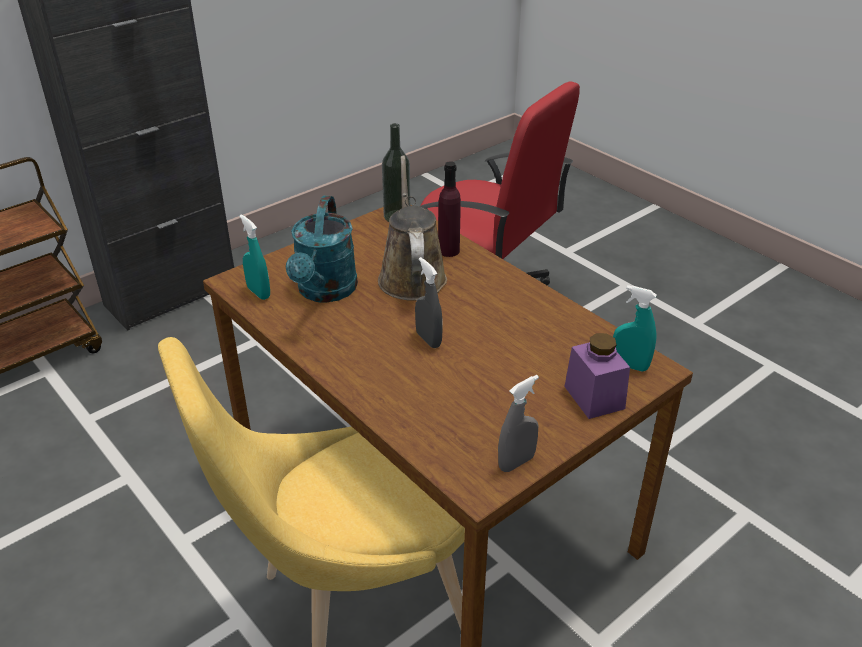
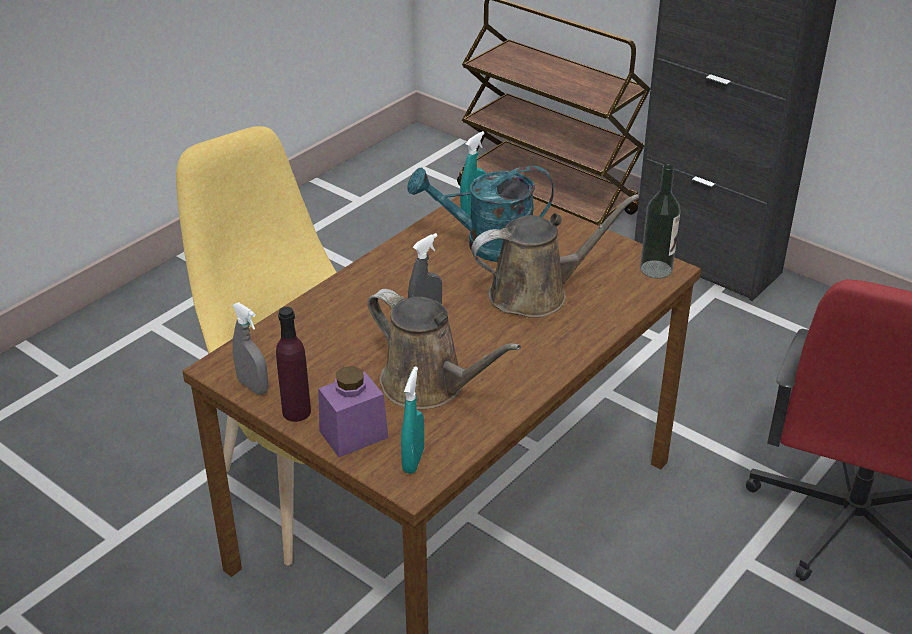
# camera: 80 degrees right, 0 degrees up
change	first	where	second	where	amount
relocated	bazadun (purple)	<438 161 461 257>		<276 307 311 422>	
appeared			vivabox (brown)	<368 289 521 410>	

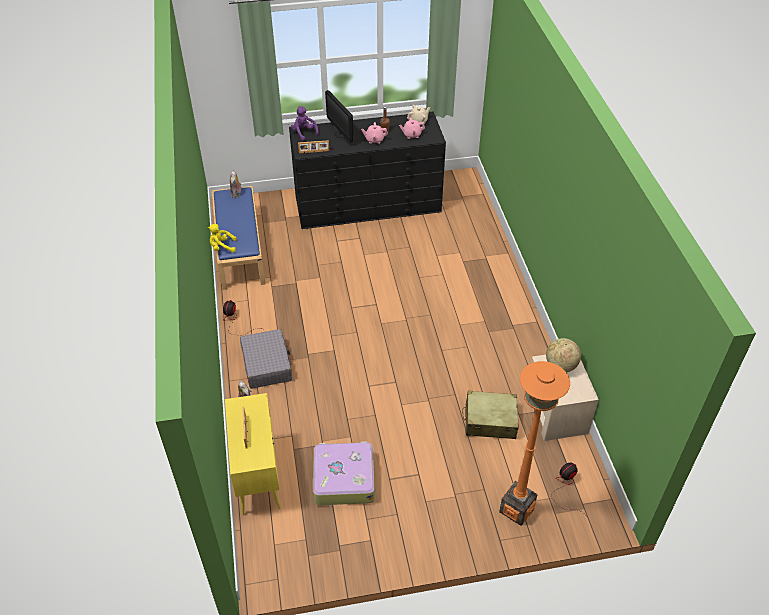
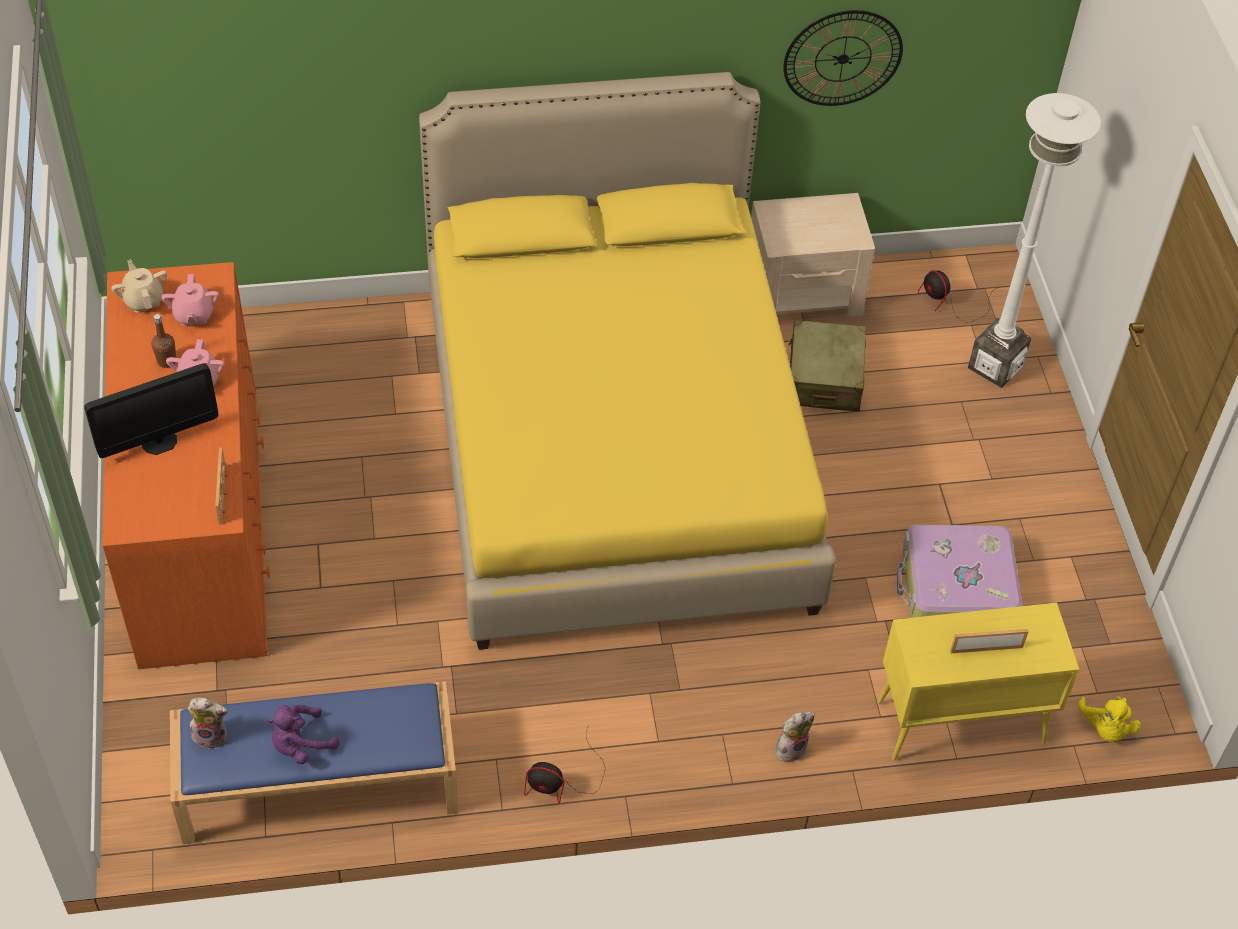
# camera: 90 degrees left, 5 degrees up
change	first	where	second	where	amount
colour	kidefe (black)	<289 112 446 229>	kidefe (orange)	<102 262 270 669>	
relocated	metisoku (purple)	<290 106 319 141>		<268 705 340 764>	
appeared			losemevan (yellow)	<419 72 836 650>	
appeared			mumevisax	<783 10 903 106>	
colour	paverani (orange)	<499 361 570 526>	paverani (white)	<968 93 1101 388>	
relocated	metisoku (yellow)	<208 224 237 253>		<1078 696 1141 742>	
missing	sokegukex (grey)	<240 329 292 389>			
missing	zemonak	<546 338 581 372>			

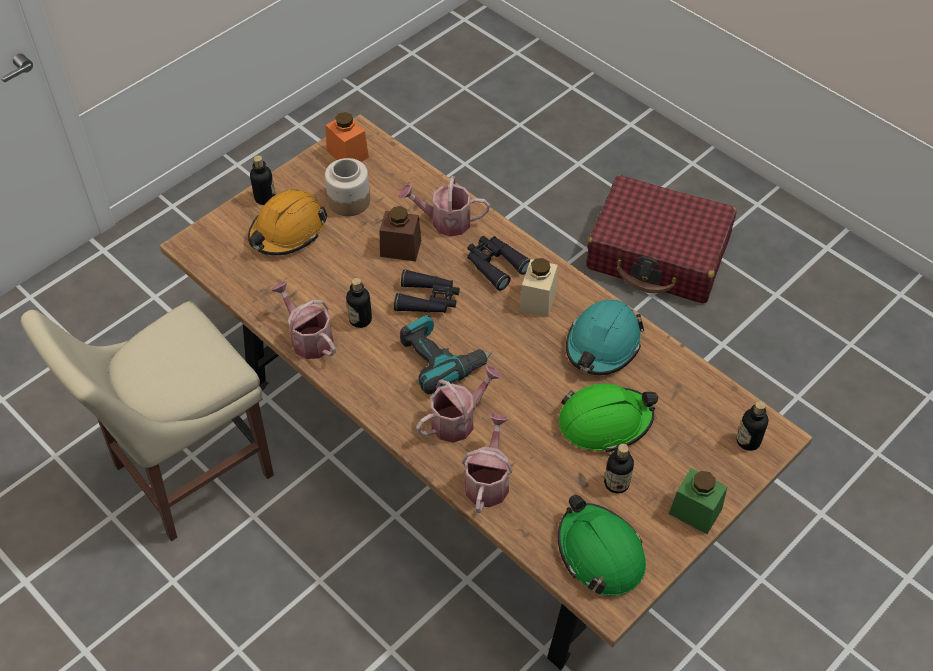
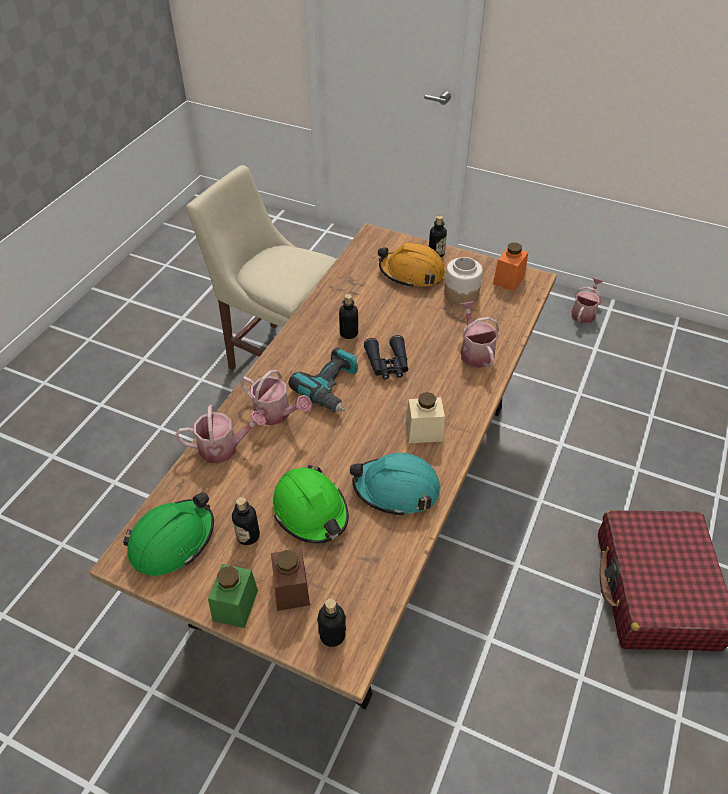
# camera: 70 degrees right, 5 degrees down
change	first	where	second	where	amount
relocated	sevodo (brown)	<380 206 421 261>		<271 549 310 611>	
relocated	vivabox	<271 281 336 359>		<571 278 603 324>	
missing	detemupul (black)	<467 236 530 291>			

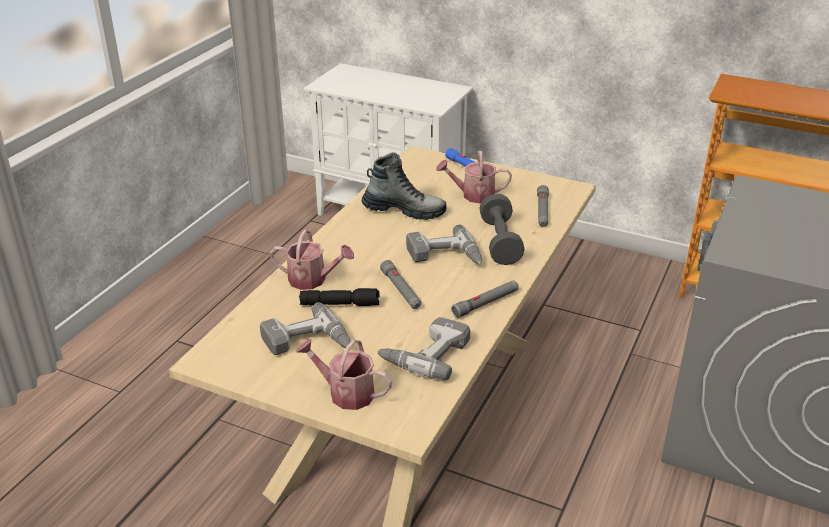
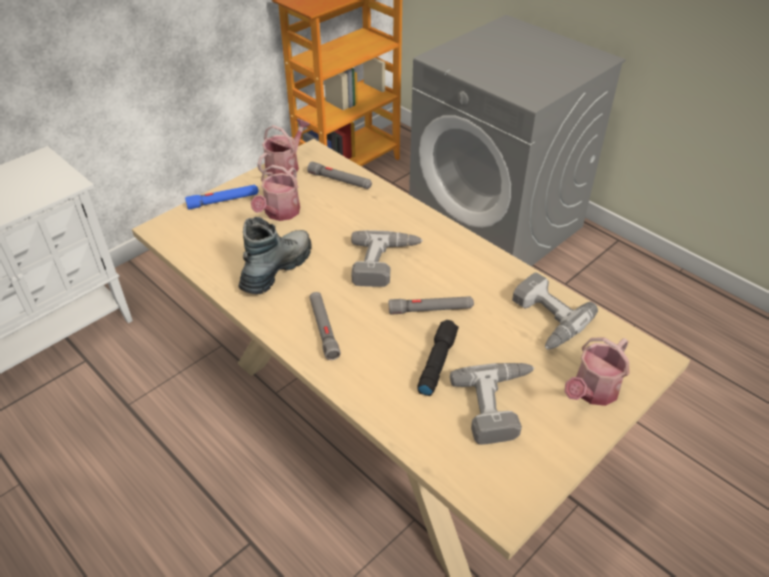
# camera: 70 degrees left, 10 degrees up
change	first	where	second	where	amount
relocated	vivabox	<270 230 354 290>		<257 119 310 176>	
relocated	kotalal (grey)	<451 280 518 318>		<309 292 341 360>	
missing	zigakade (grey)	<479 194 524 265>			

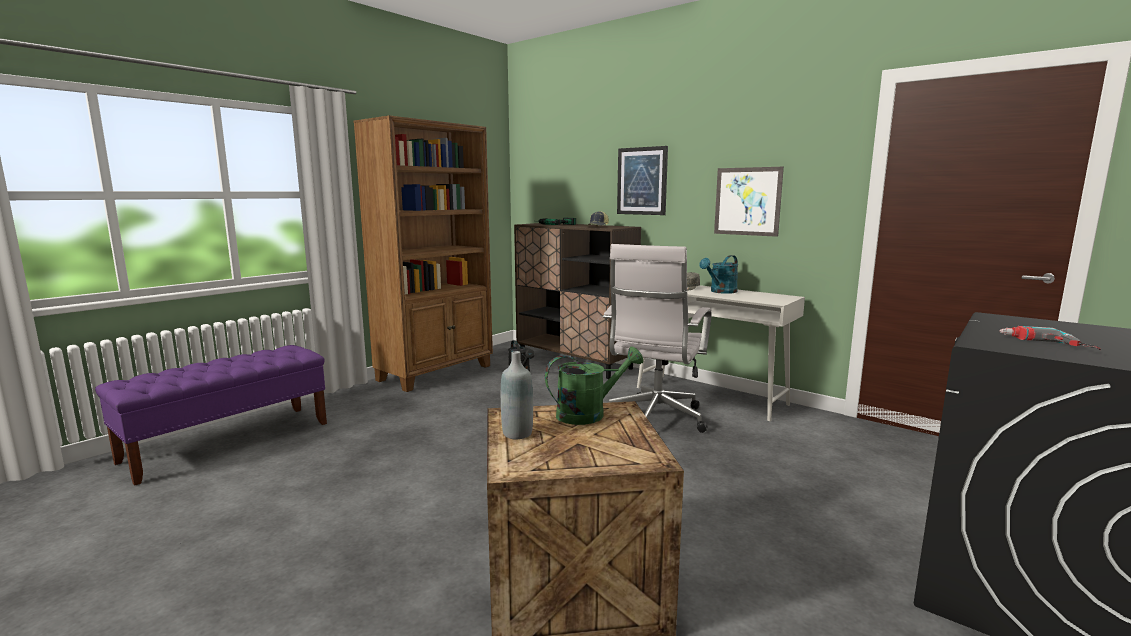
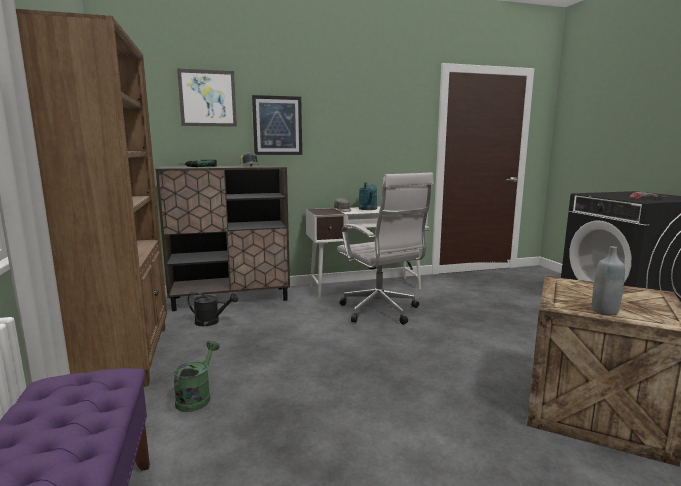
# camera: 55 degrees left, 0 degrees up
change	first	where	second	where	amount
relocated	vivabox (green)	<545 347 643 425>		<173 341 220 412>	
relocated	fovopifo	<714 167 784 237>		<177 68 237 127>	

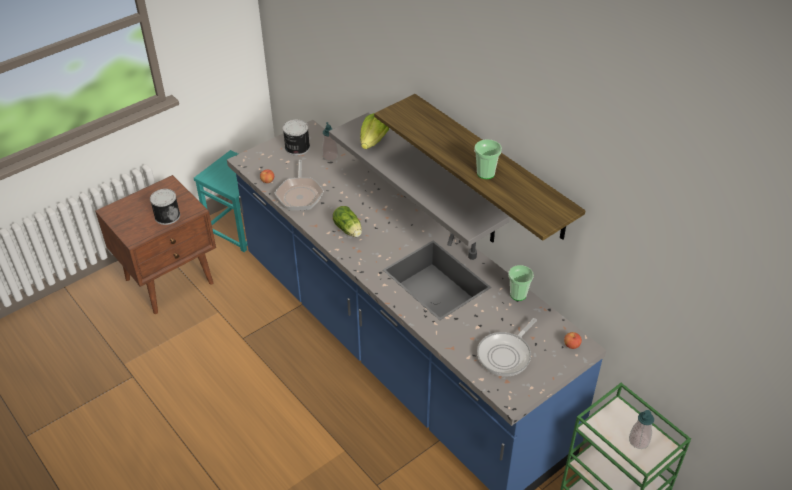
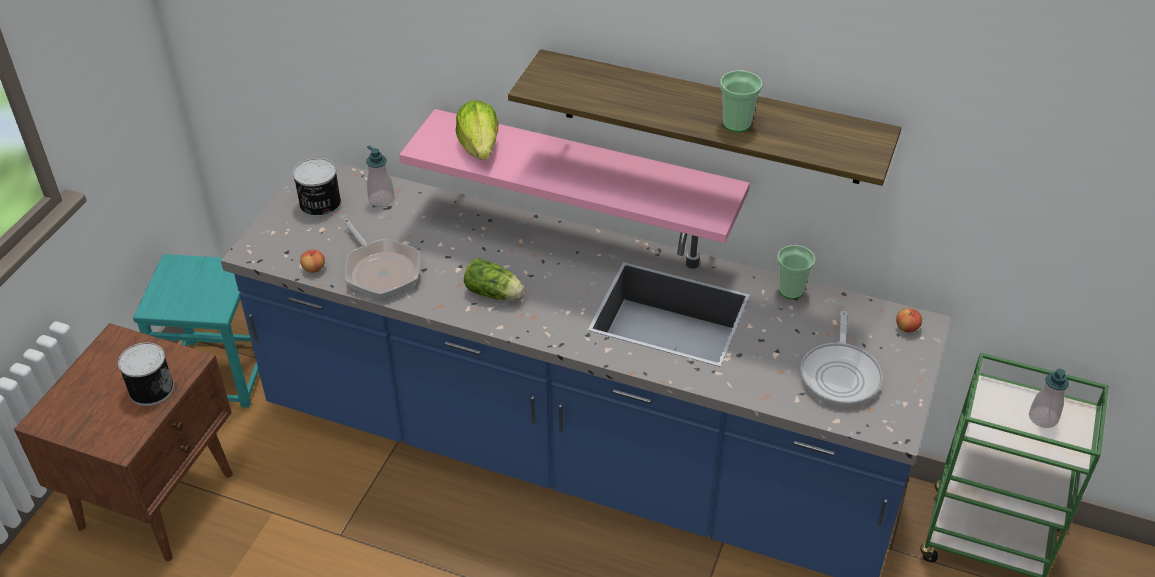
# camera: 30 degrees left, 0 degrees up
change	first	where	second	where	amount
colour	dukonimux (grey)	<329 113 510 246>	dukonimux (pink)	<399 109 750 243>	

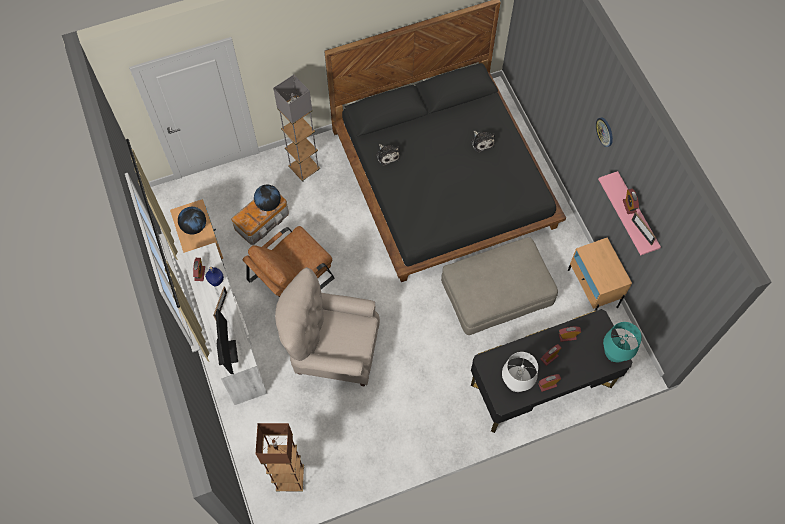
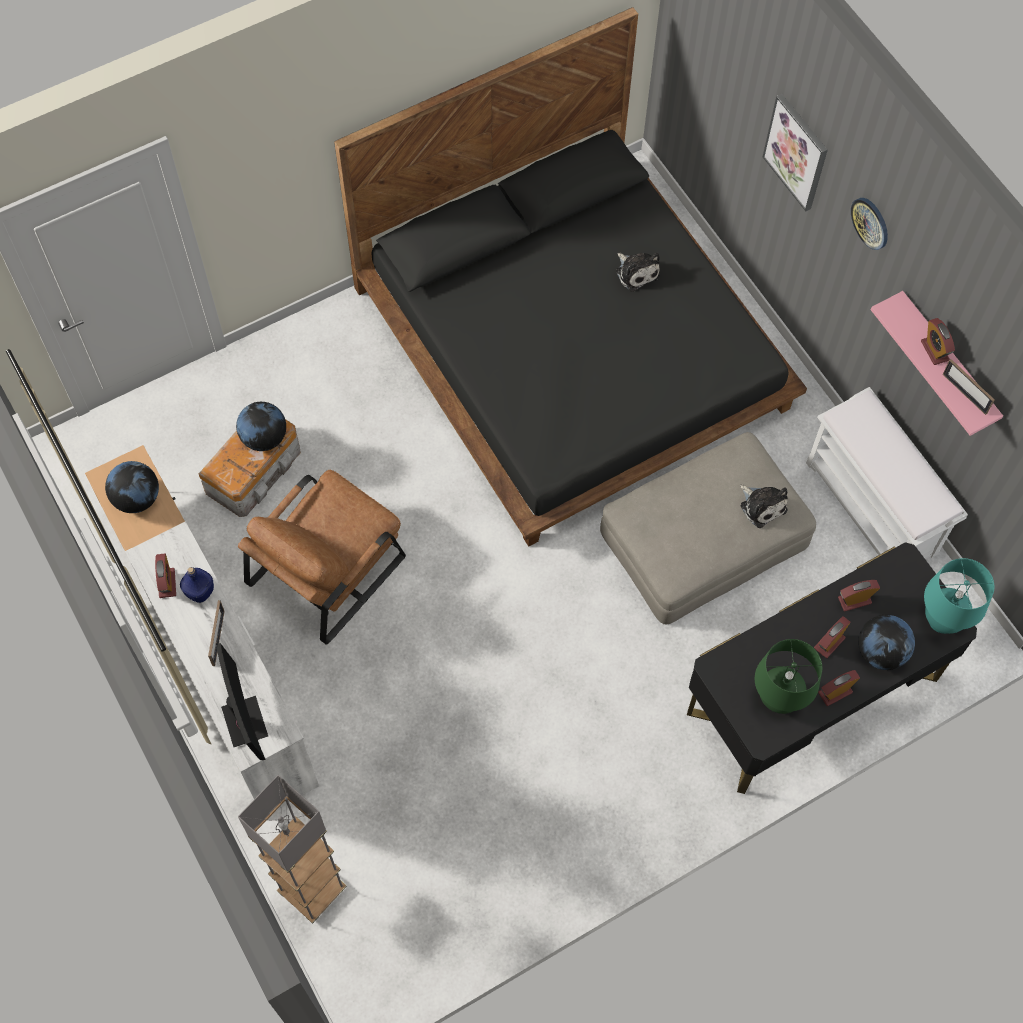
# camera: 10 degrees left, 0 degrees up
change	first	where	second	where	amount
relocated	paverani (grey)	<273 75 320 182>		<238 775 347 923>	
relocated	metisoku	<376 144 400 166>		<740 485 788 528>	
colour	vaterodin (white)	<502 352 538 392>	vaterodin (green)	<755 639 822 714>	
appeared			fovopifo	<763 94 828 211>	
exchanged	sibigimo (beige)	<568 238 632 311>	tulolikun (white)	<806 387 968 559>	
appeared			zemonak	<858 615 915 670>	
missing	paverani (brown)	<256 423 304 492>			
missing	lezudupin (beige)	<275 267 380 387>			

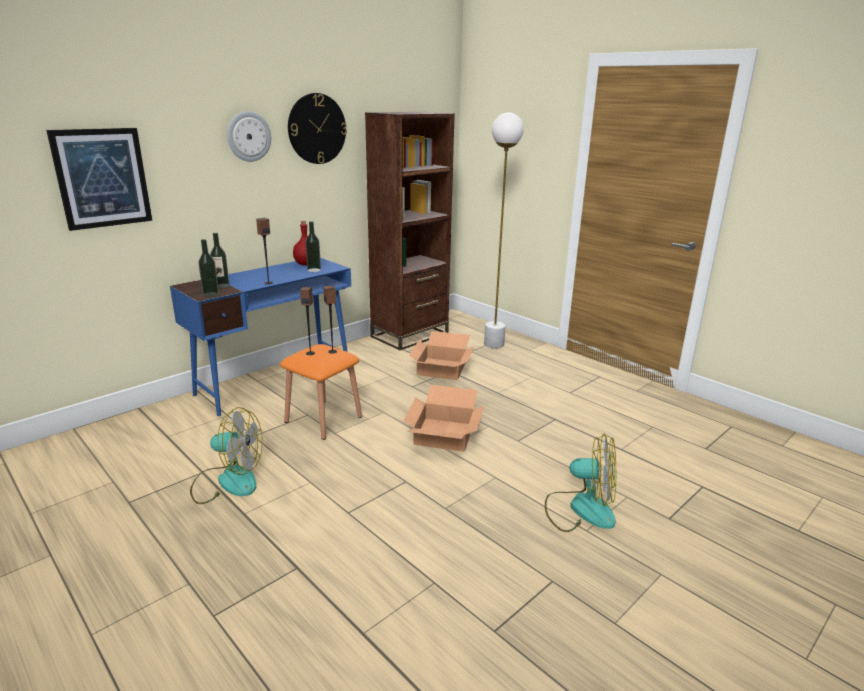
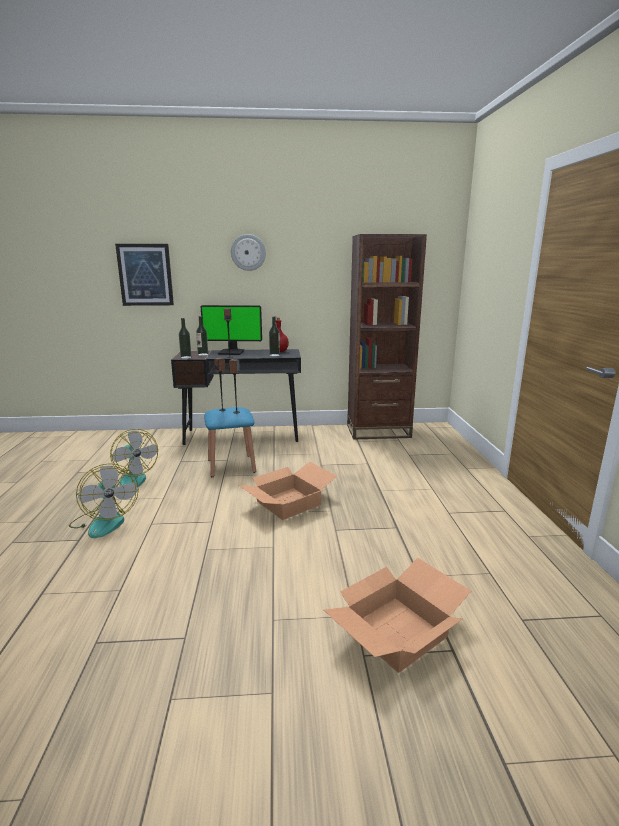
# camera: 40 degrees right, 5 degrees down
change	first	where	second	where	amount
relocated	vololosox	<545 433 616 532>		<69 463 139 538>	
colour	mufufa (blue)	<170 258 351 416>	mufufa (black)	<171 349 301 445>	
appeared			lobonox	<201 305 262 355>	
colour	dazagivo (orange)	<280 344 362 440>	dazagivo (blue)	<204 407 256 477>	
relocated	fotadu	<409 331 475 380>		<324 558 471 673>	
missing	mumevisax	<288 93 347 164>			
missing	paverani (white)	<484 113 524 349>			

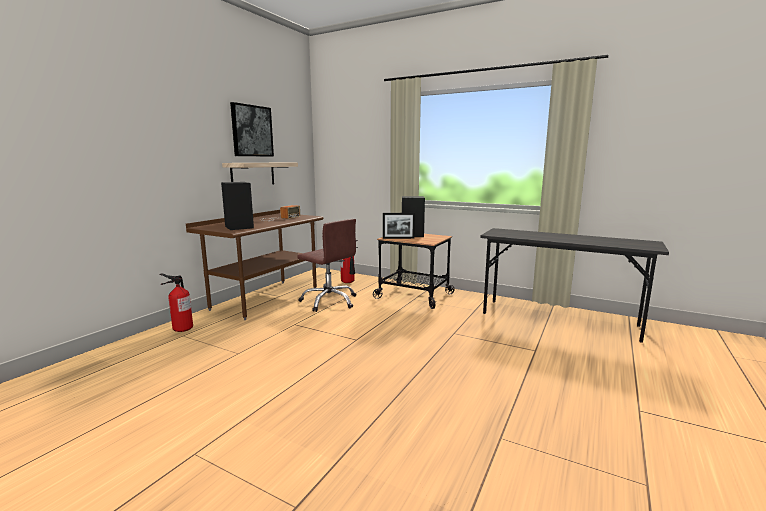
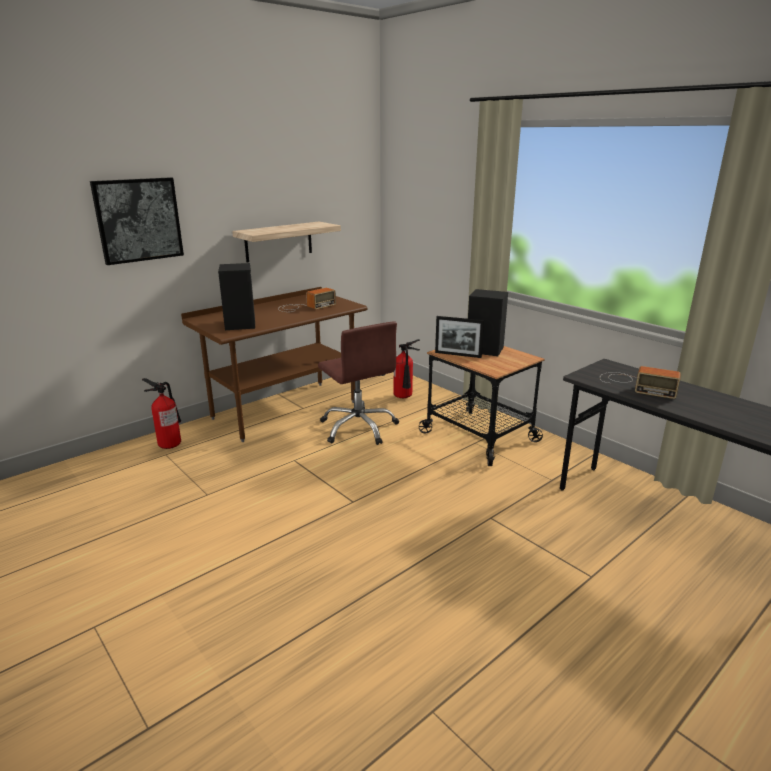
# camera: 20 degrees right, 10 degrees up
change	first	where	second	where	amount
relocated	fovopifo	<230 102 274 157>		<90 177 184 265>	
appeared			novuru	<600 366 681 399>	

